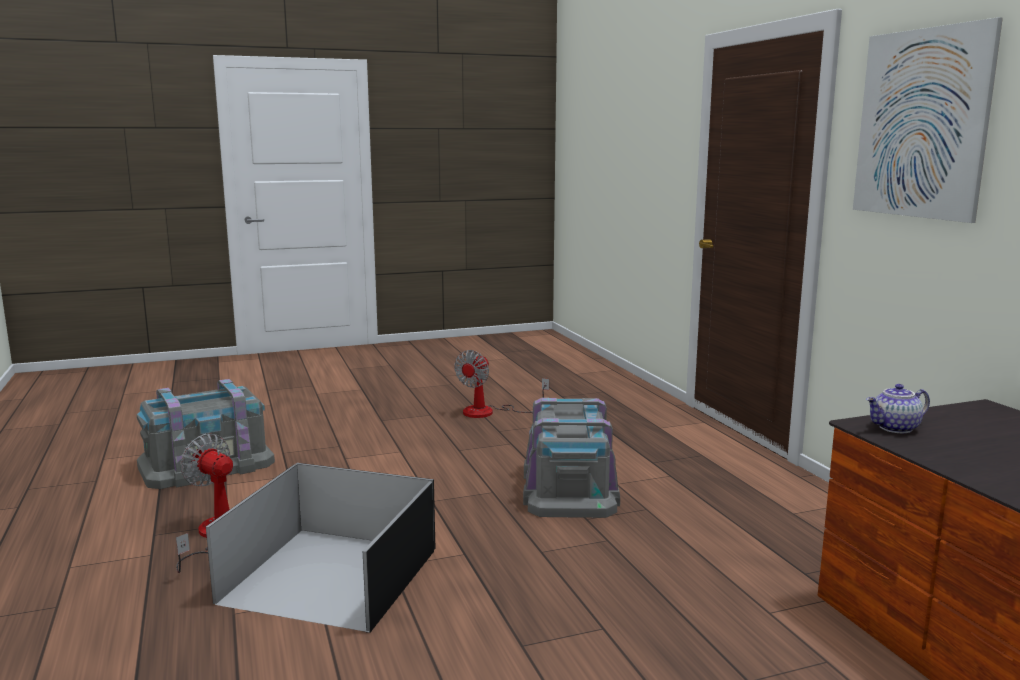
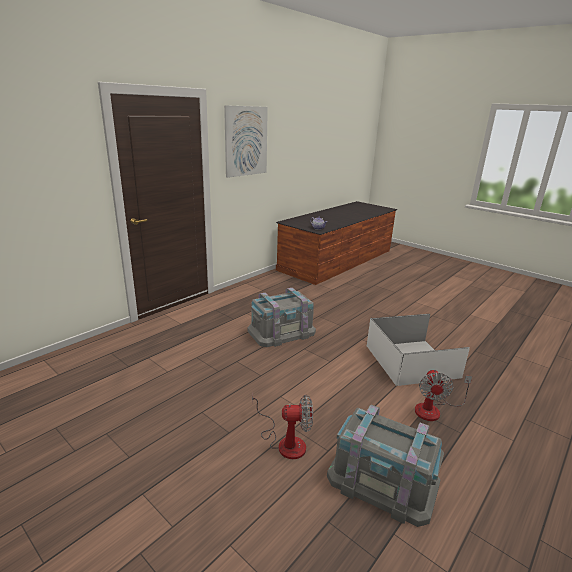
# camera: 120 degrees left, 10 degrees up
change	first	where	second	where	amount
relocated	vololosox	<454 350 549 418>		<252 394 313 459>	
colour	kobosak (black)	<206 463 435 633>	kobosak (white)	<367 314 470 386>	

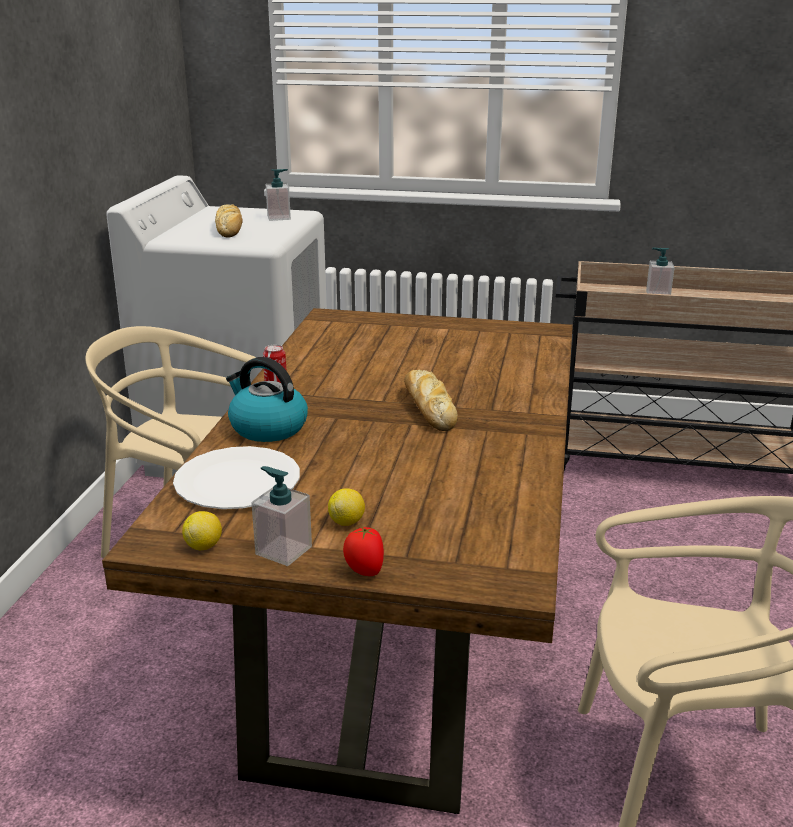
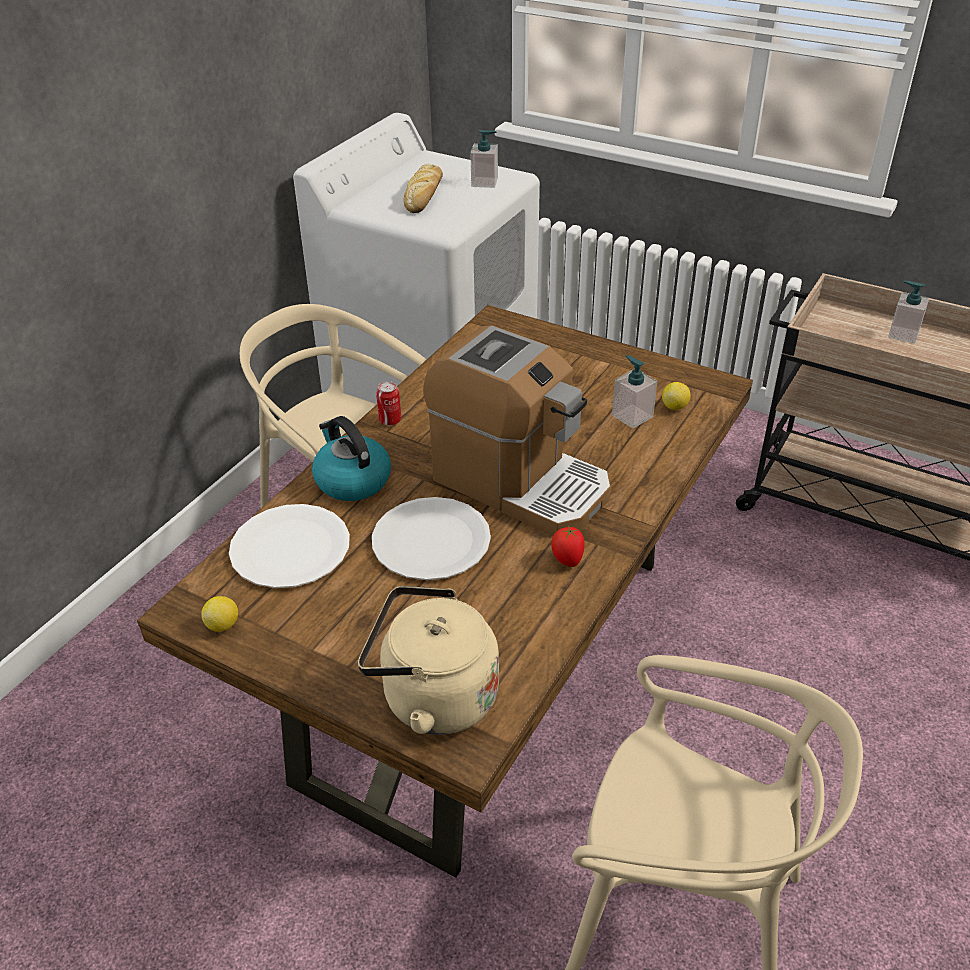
# camera: 20 degrees right, 15 degrees up
change	first	where	second	where	amount
appeared			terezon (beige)	<358 586 499 735>	
appeared			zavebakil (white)	<372 497 491 580>	
exchanged	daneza	<404 370 458 431>	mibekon	<423 325 611 536>	
relocated	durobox	<343 526 384 576>		<551 526 584 567>	
relocated	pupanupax	<252 466 312 566>		<612 355 657 428>	
relocated	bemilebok	<328 488 365 526>		<662 382 691 410>	

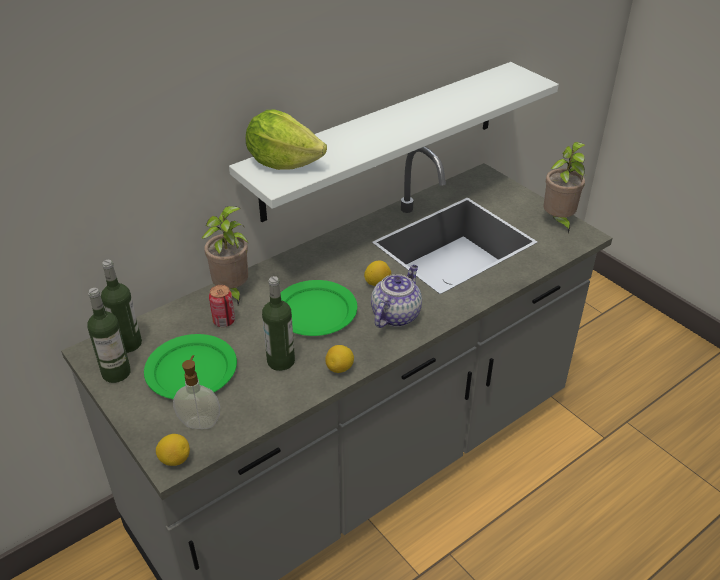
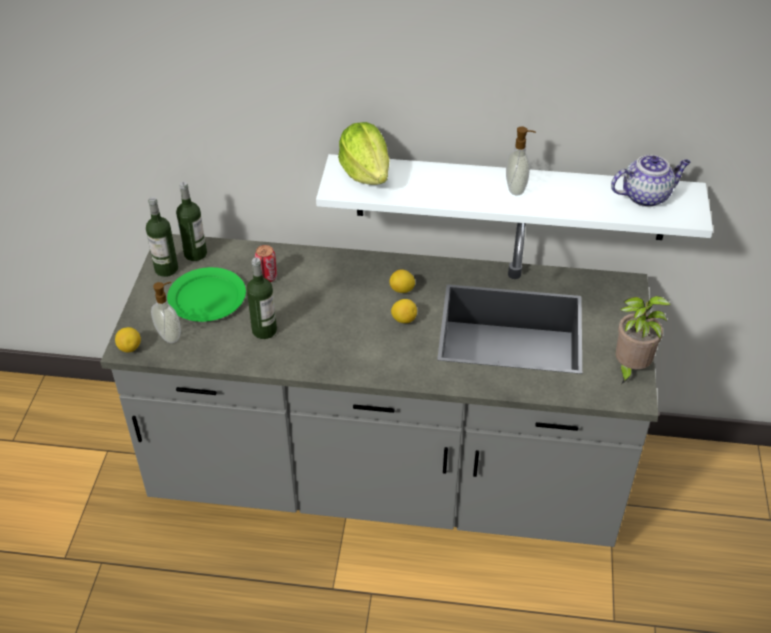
# camera: 45 degrees right, 5 degrees up
change	first	where	second	where	amount
relocated	bemilebok	<325 345 354 373>		<389 269 415 293>	
appeared			pupanupax	<506 126 536 195>	
relocated	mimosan	<371 265 422 328>		<611 155 691 207>	
missing	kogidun	<201 206 248 305>			
missing	zavebakil (green)	<280 280 357 336>			

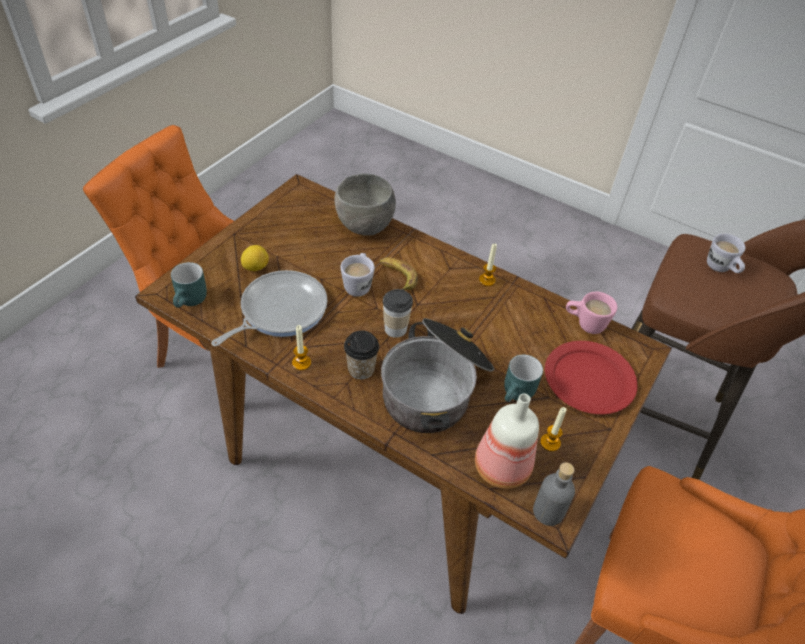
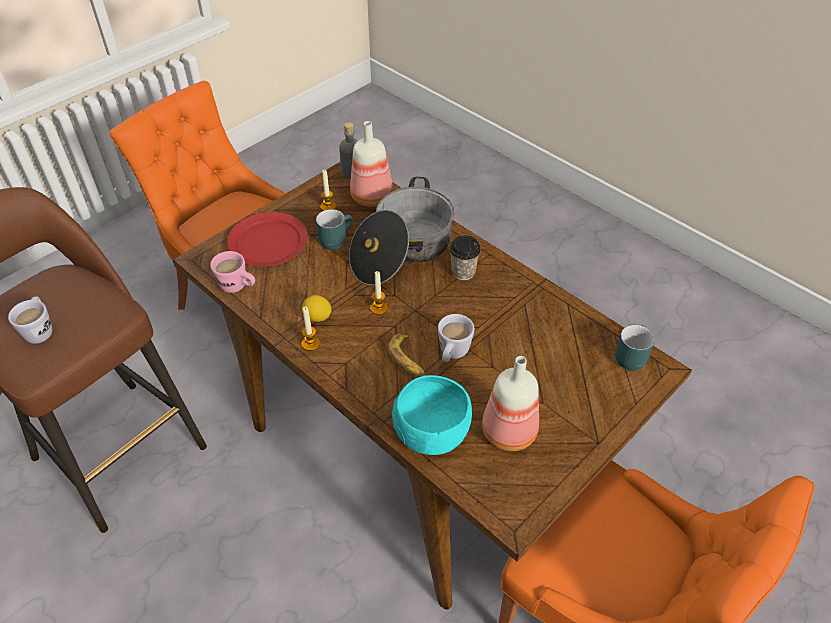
# camera: 165 degrees left, 0 degrees up
change	first	where	second	where	amount
relocated	bemilebok	<241 245 269 271>		<302 295 331 322>	
relocated	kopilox	<292 325 311 370>		<370 271 388 315>	
colour	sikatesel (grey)	<334 173 396 236>	sikatesel (turquoise)	<392 375 472 455>	
appeared			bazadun	<482 356 539 451>	
missing	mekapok	<211 270 327 346>			
missing	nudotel	<383 289 413 338>			

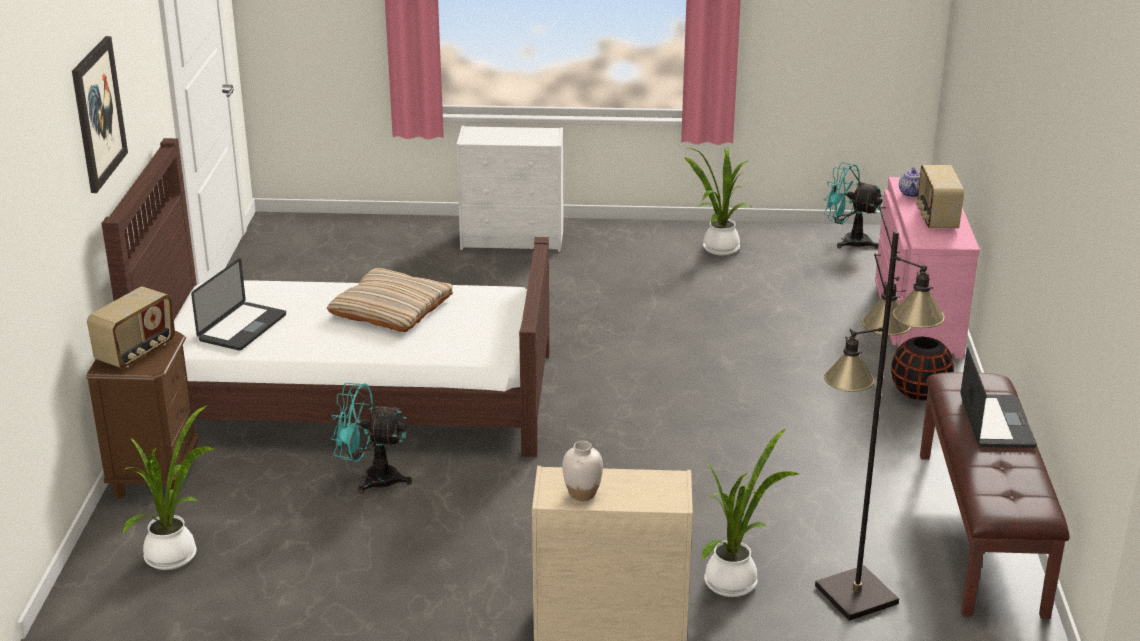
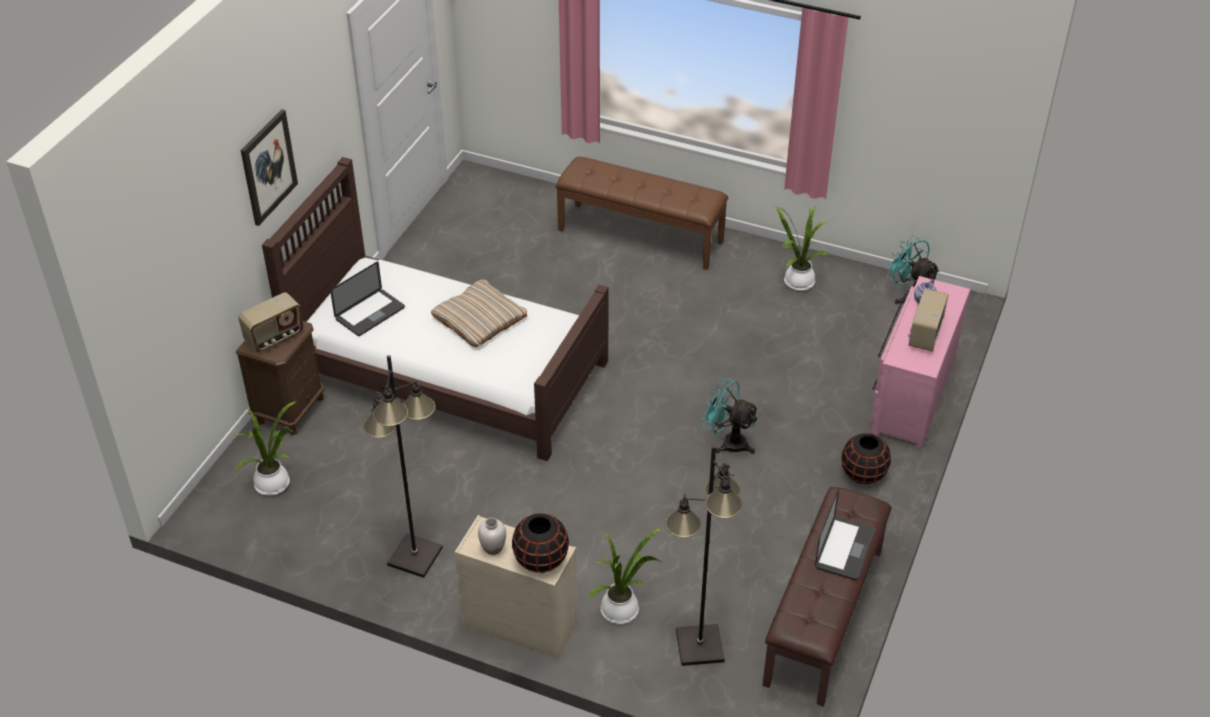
# camera: 20 degrees right, 15 degrees up
change	first	where	second	where	amount
appeared			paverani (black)	<363 355 443 578>	
appeared			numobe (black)	<512 513 569 573>	
exchanged	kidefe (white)	<456 126 563 252>	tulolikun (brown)	<556 157 728 270>	
relocated	vololosox (turquoise)	<330 383 412 494>		<701 378 759 454>	

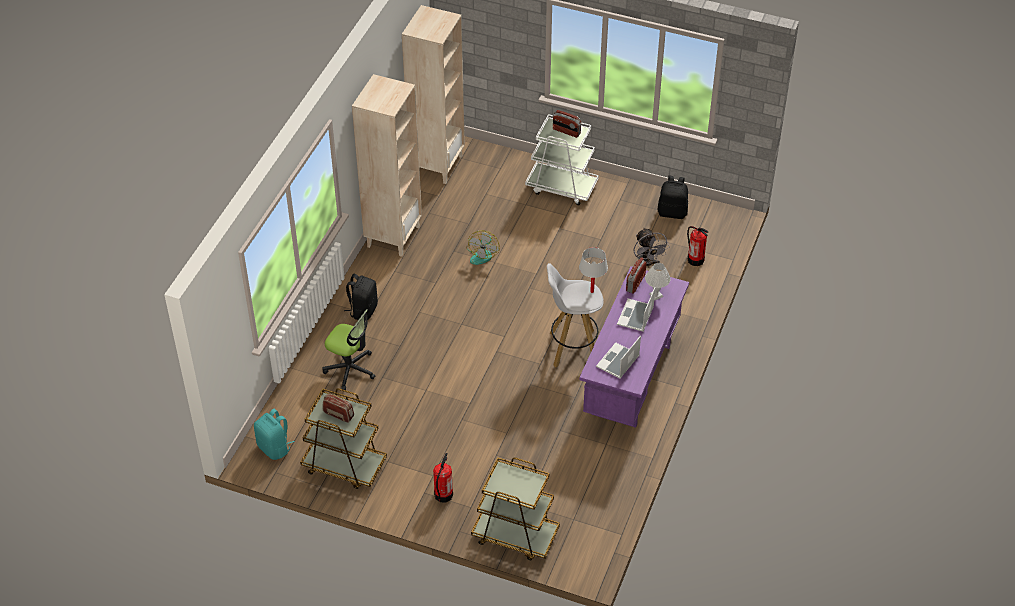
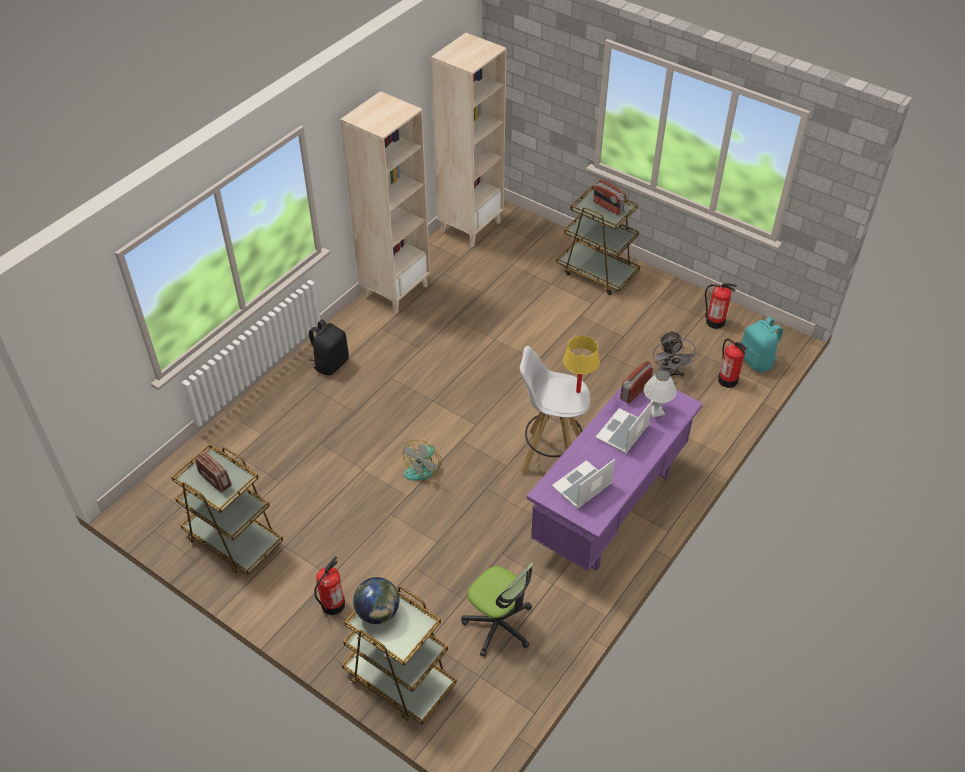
# camera: 15 degrees right, 0 degrees up
change	first	where	second	where	amount
appeared			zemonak	<353 577 399 624>	
relocated	vololosox	<466 231 500 265>		<402 440 442 481>	
relocated	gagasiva	<322 309 376 390>		<461 563 534 657>	
colour	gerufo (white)	<525 114 599 205>	gerufo (brown)	<556 185 640 295>	
colour	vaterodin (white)	<579 247 608 293>	vaterodin (yellow)	<563 336 600 393>	
exchanged	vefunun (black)	<658 176 688 219>	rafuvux	<705 283 737 329>	
relocated	vefunun (turquoise)	<254 409 295 460>		<741 317 783 372>	

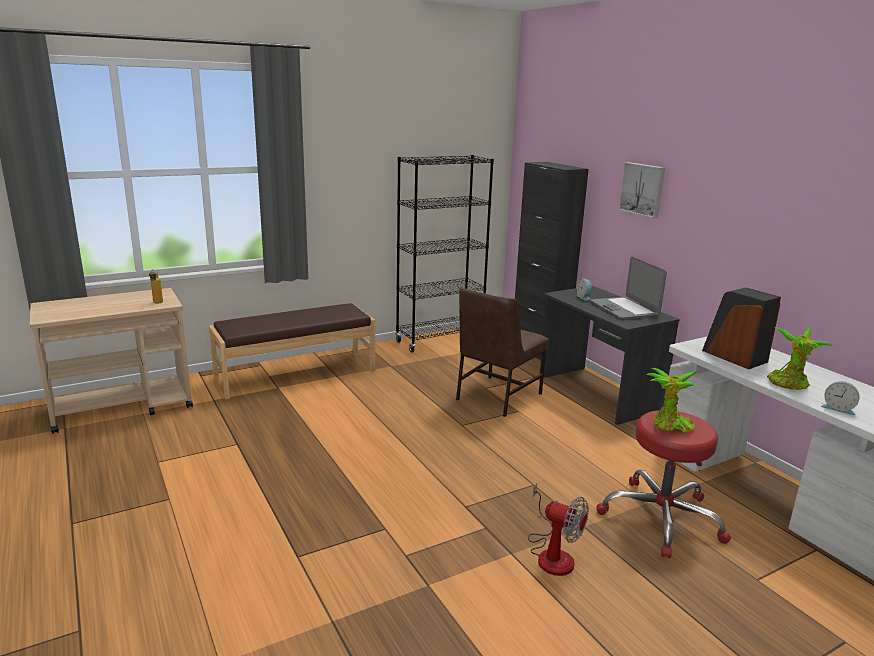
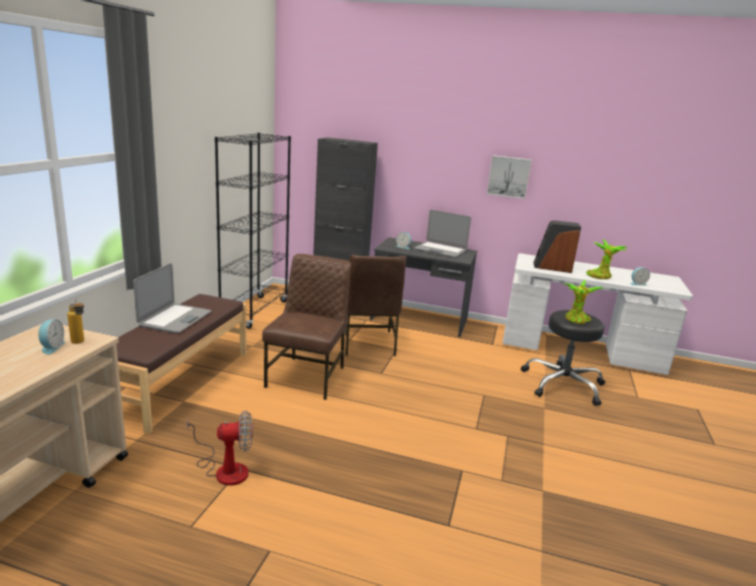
# camera: 45 degrees left, 0 degrees up
change	first	where	second	where	amount
appeared			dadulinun	<38 319 65 355>	
appeared			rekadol	<133 263 212 333>	
relocated	vololosox	<528 483 589 576>		<187 411 253 486>	
appeared			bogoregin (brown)	<262 254 351 400>	
relocated	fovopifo	<618 162 665 218>		<487 155 532 199>	
colour	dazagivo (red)	<596 410 731 558>	dazagivo (black)	<521 310 605 406>	

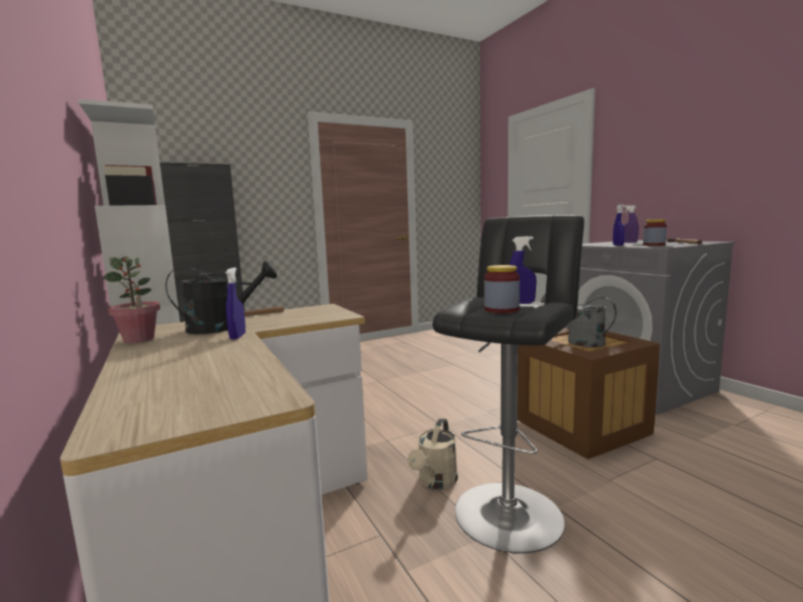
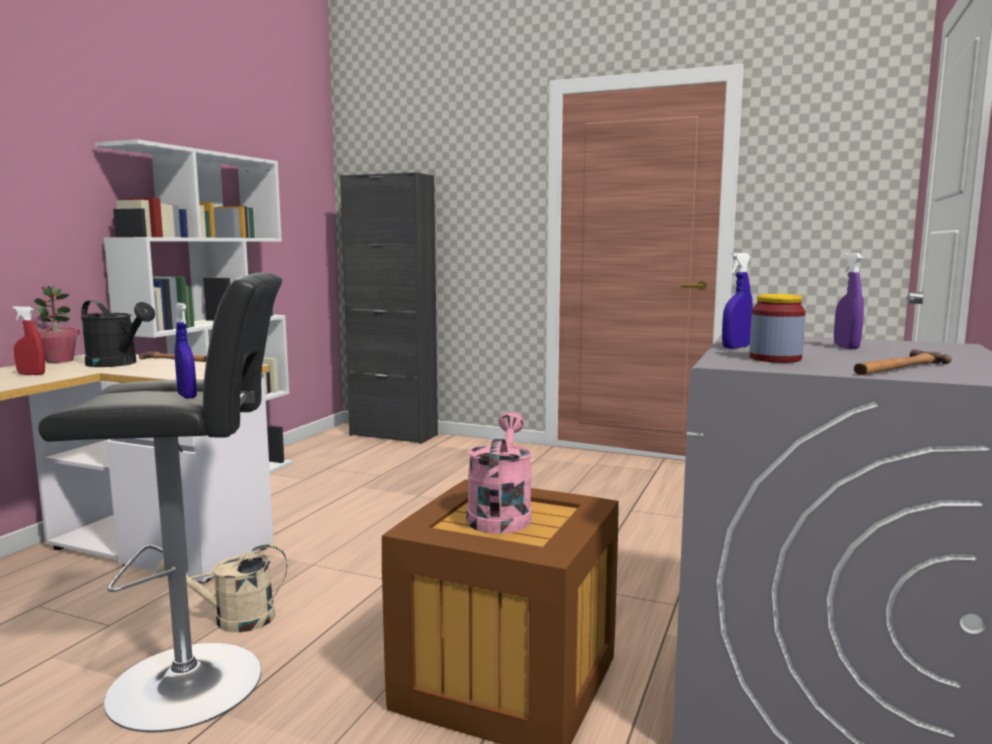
# camera: 50 degrees right, 0 degrees up
change	first	where	second	where	amount
appeared			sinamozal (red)	<12 306 45 375>	
colour	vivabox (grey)	<541 293 617 347>	vivabox (pink)	<467 412 532 534>	
missing	sinamozal (blue)	<226 267 246 340>			
missing	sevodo	<484 265 520 313>			

